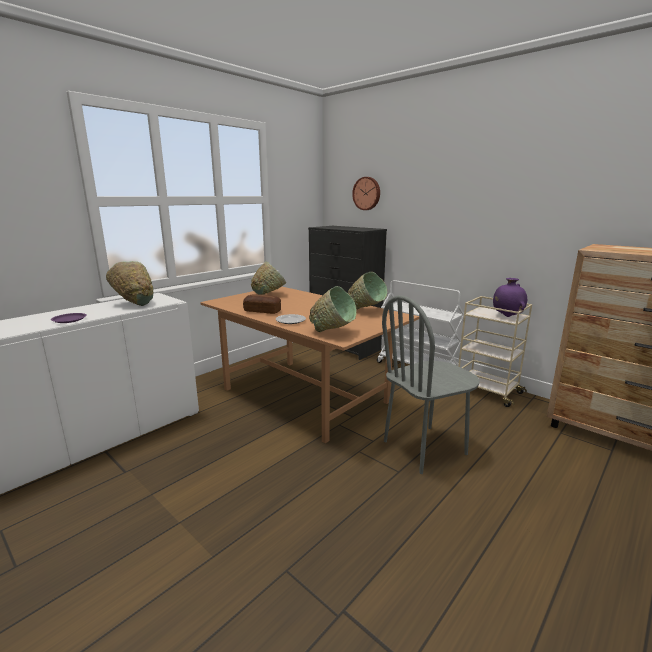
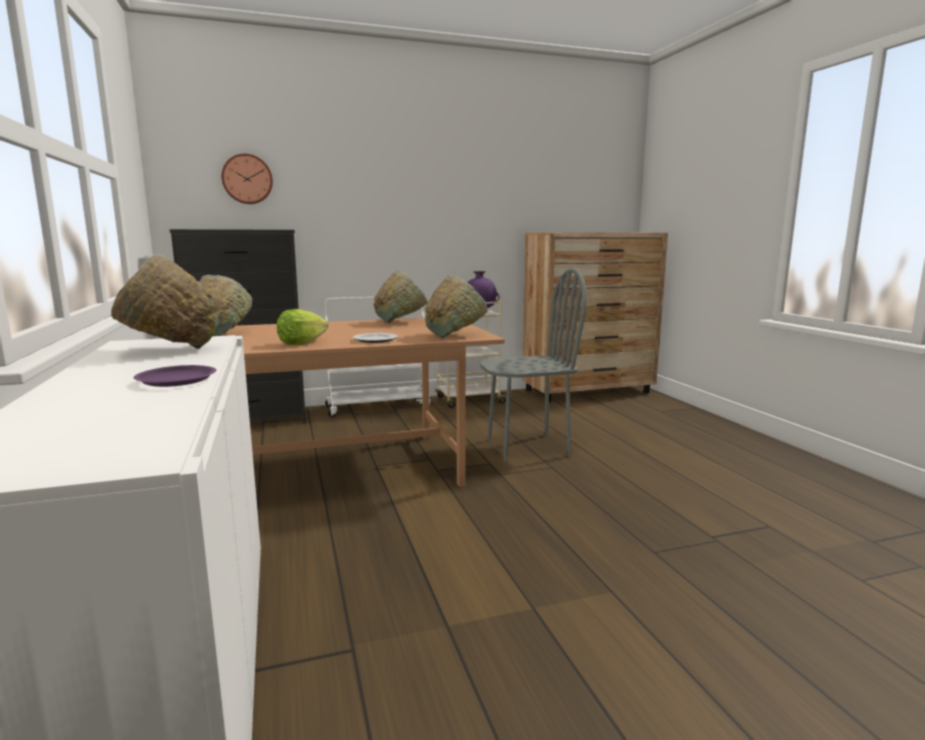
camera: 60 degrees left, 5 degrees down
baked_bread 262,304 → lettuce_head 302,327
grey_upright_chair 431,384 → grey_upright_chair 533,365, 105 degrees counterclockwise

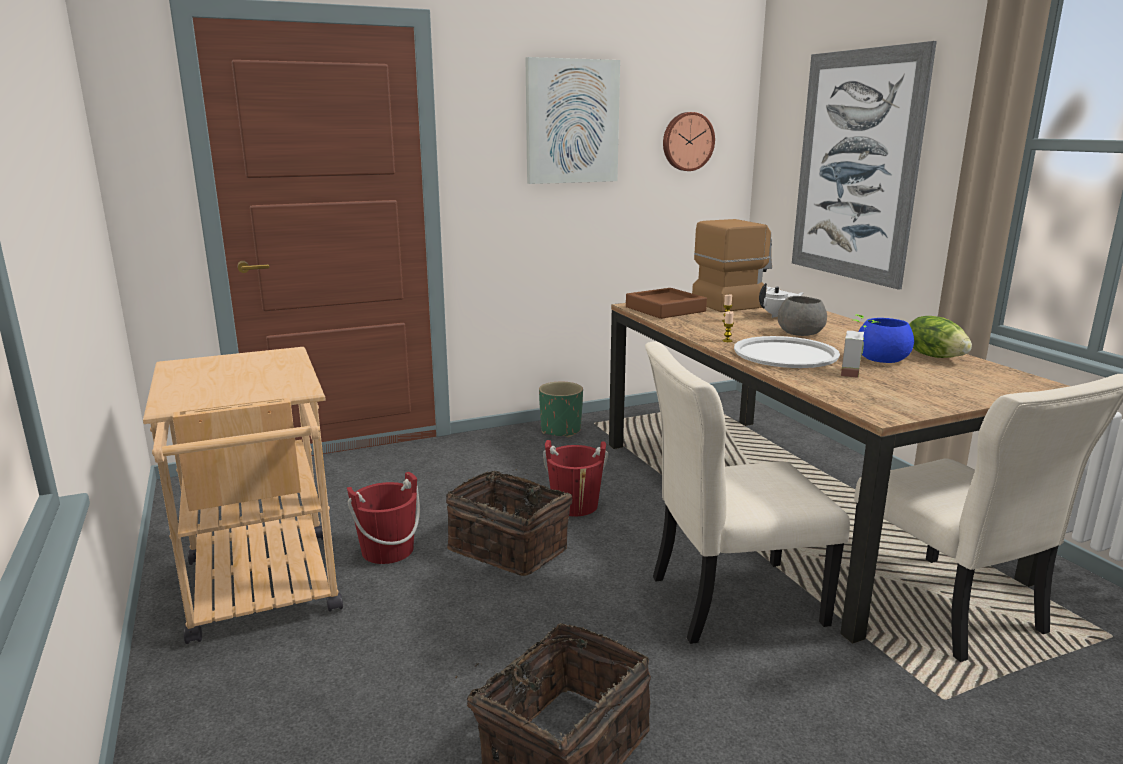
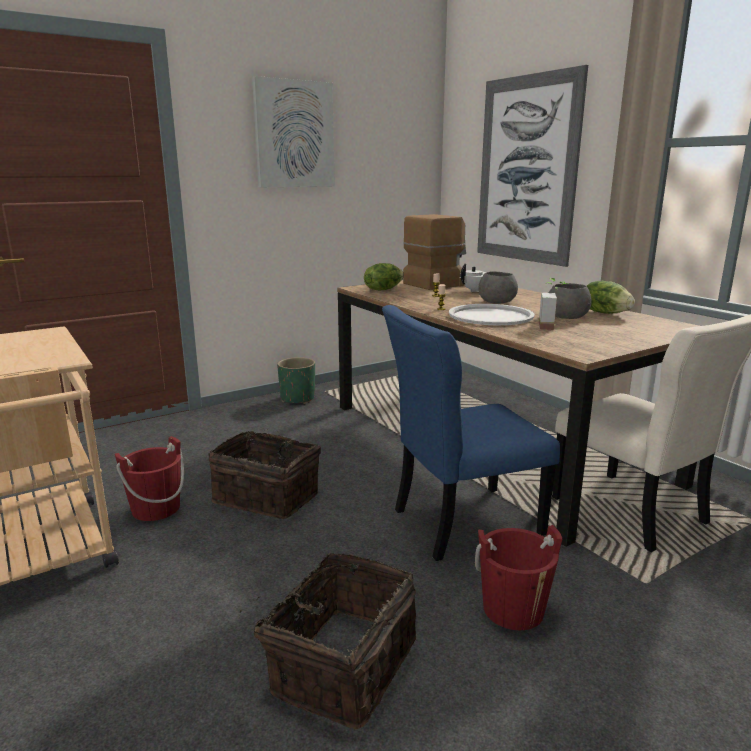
camera: 10 degrees left, 0 degrees up
brown-coloured_serving_tray 666,303 → lettuce_head 384,277
beige_upright_chair 747,492 → bluish_upright_chair 471,433
red_bucket 575,478 → red_bucket 518,577, moved
bluish_bowl 886,340 → grey_bowl 570,301
hanging_clock 689,141 → -

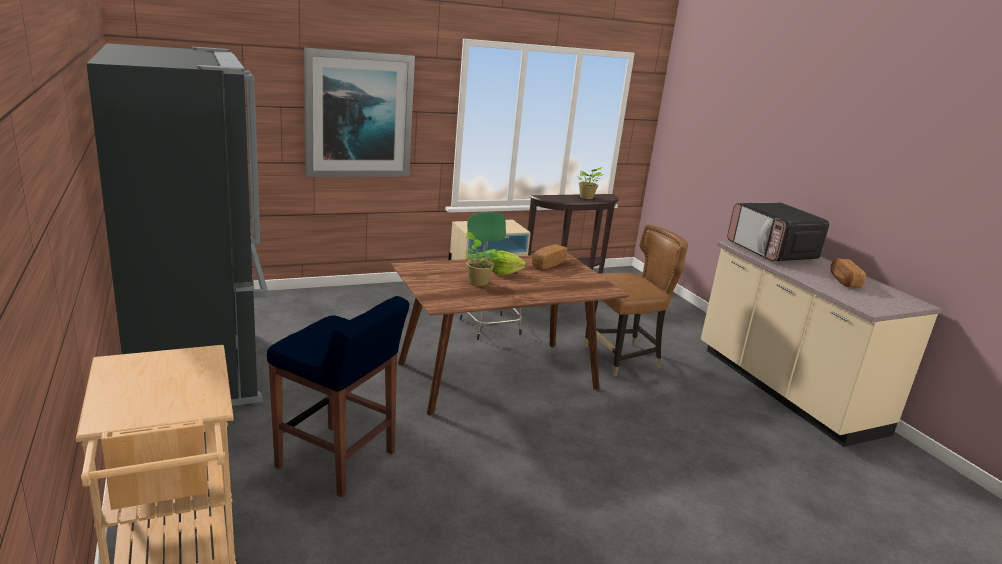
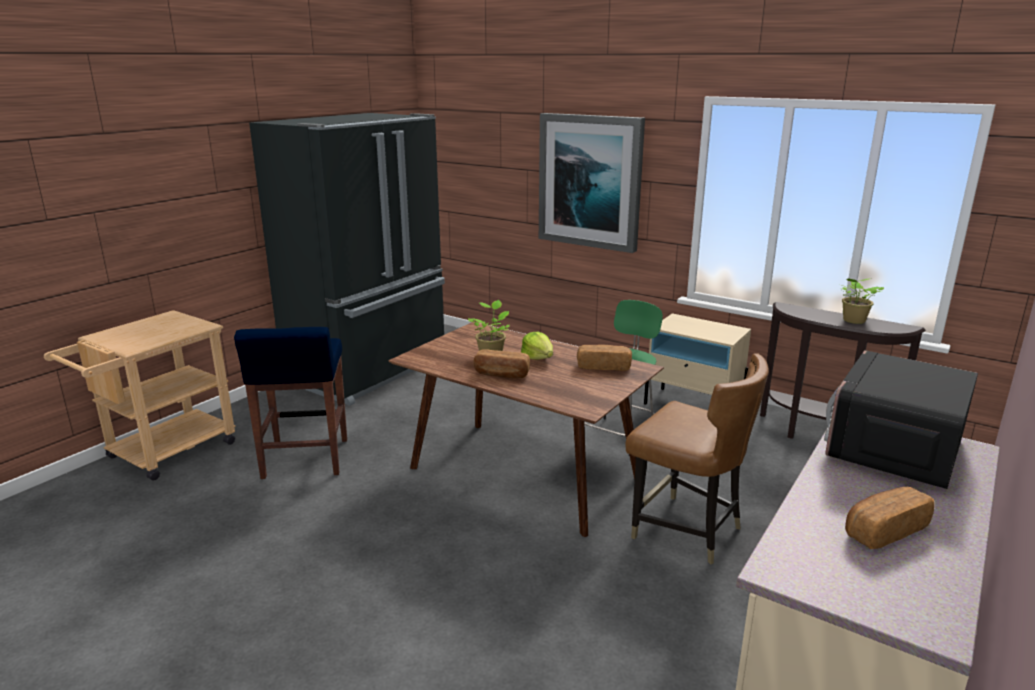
camera: 60 degrees right, 0 degrees up
- → baked_bread 501,363

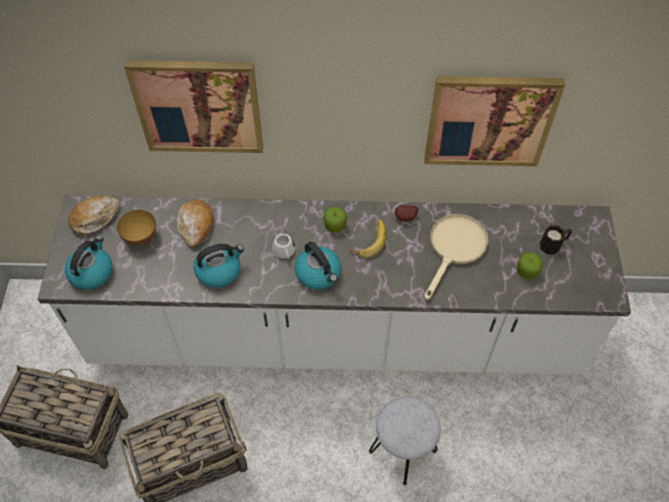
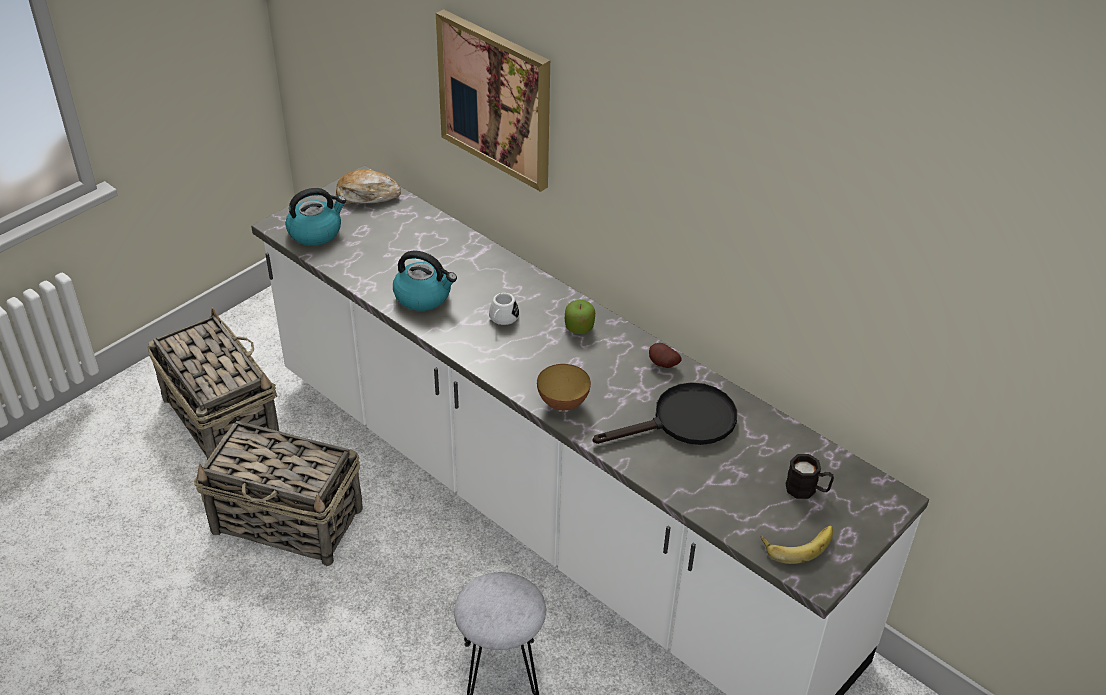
camera: 40 degrees right, 15 degrees down
bowl 136,227 → bowl 564,387, moved
beige_pan 456,257 → blackish_pan 665,413
whole_banana 368,239 → whole_banana 797,544, moved
baked_bread 195,223 → -
tea_kettle 318,266 → -
wall_art 494,121 → -
apple_fruit 529,266 → -

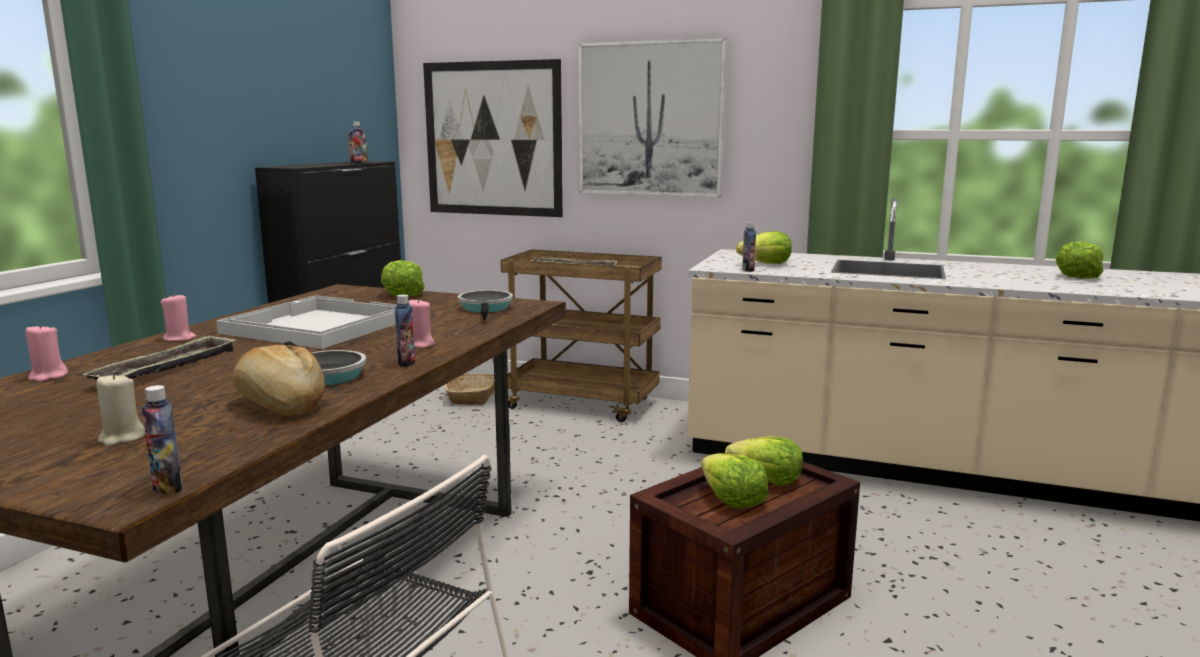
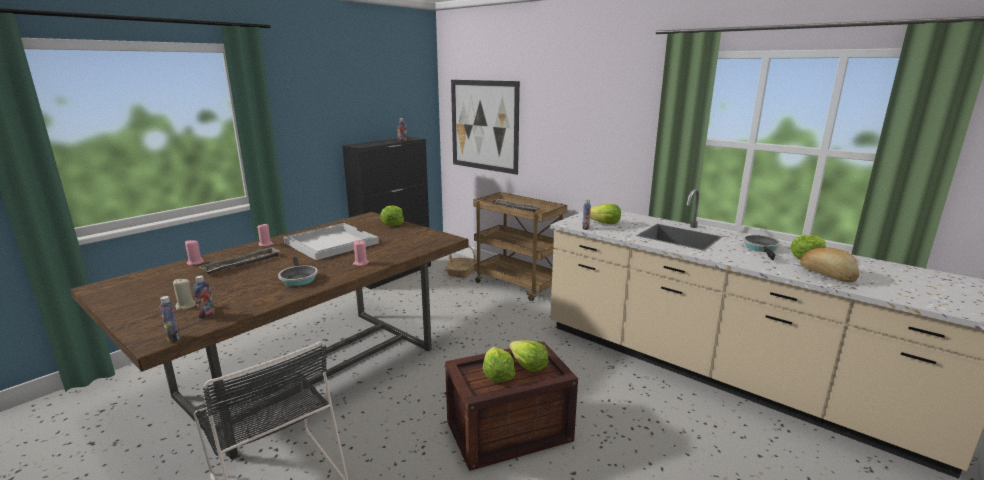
camera: 20 degrees right, 5 degrees up
bottle 405,331 → bottle 204,297, moved
pan 485,305 → pan 762,247, moved
baked_bread 278,380 → baked_bread 829,265, moved
wall_art 652,117 → -

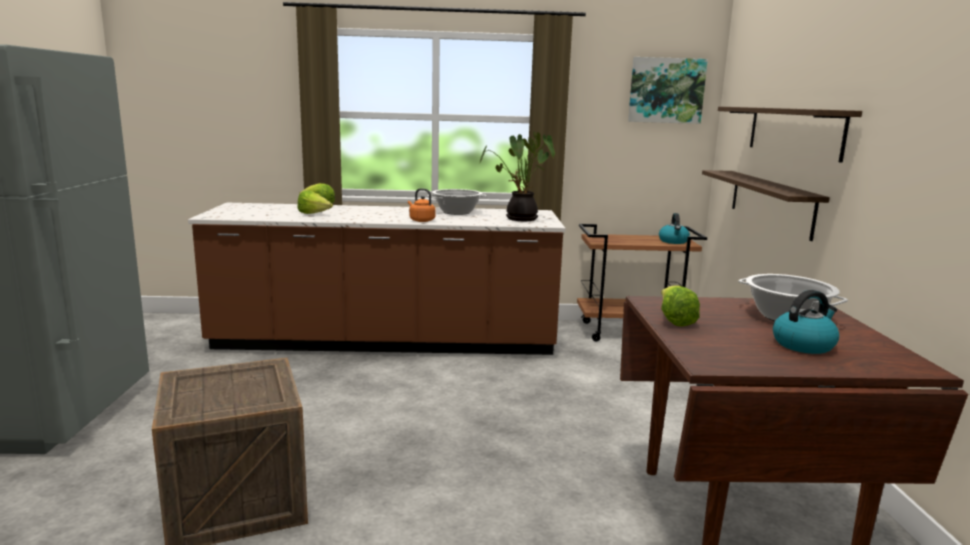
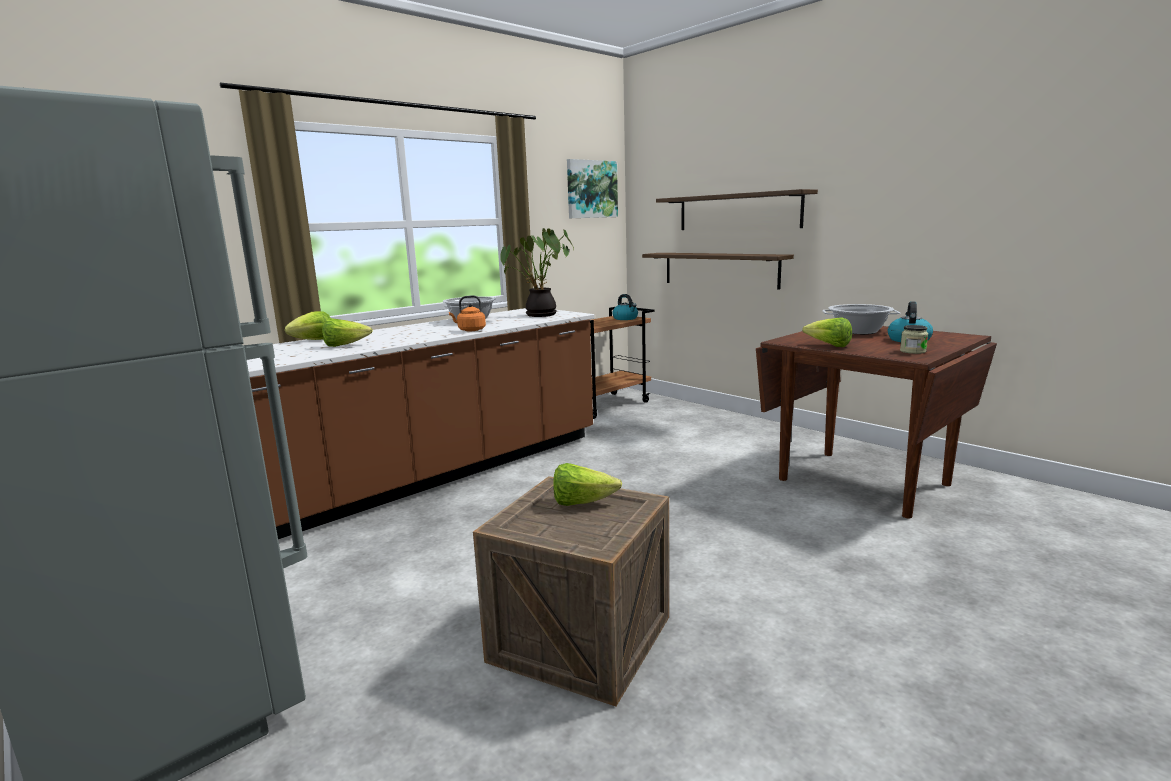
camera: 40 degrees left, 0 degrees up
- → lettuce_head 587,484
- → preserve_jar 914,339

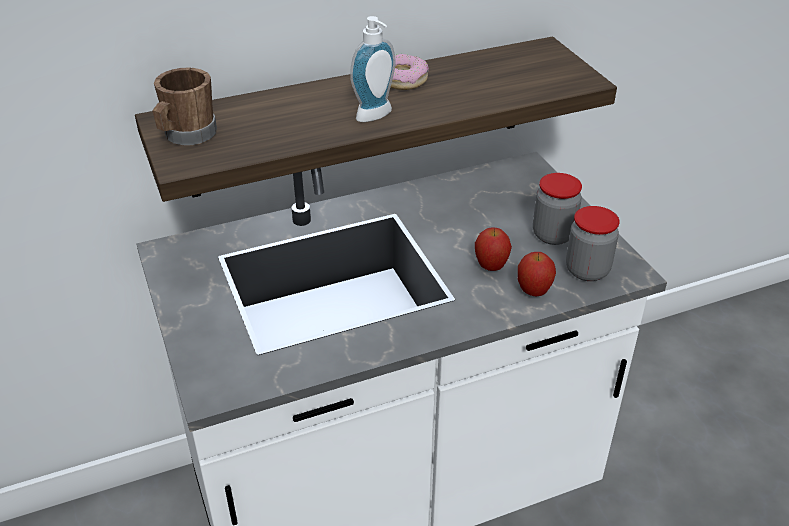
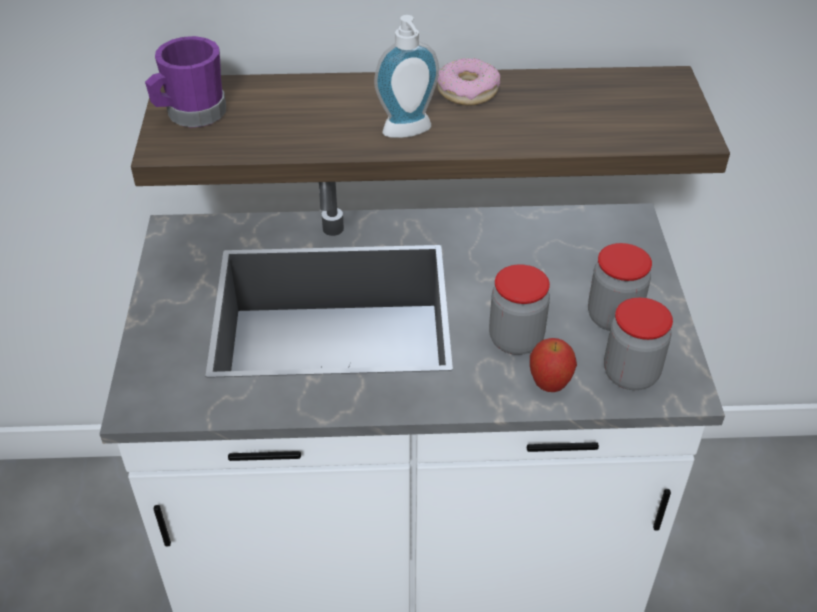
camera: 20 degrees right, 5 degrees up
brown-coloured_tea_mug 184,107 → purple-coloured_tea_mug 185,81
apple_fruit 493,249 → preserve_jar 519,309

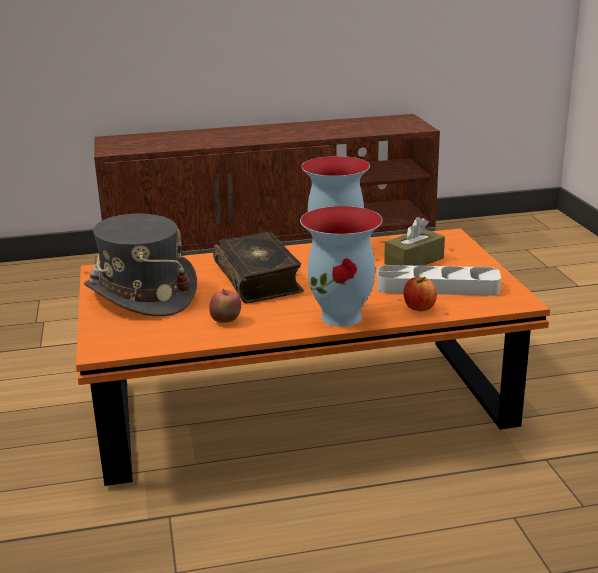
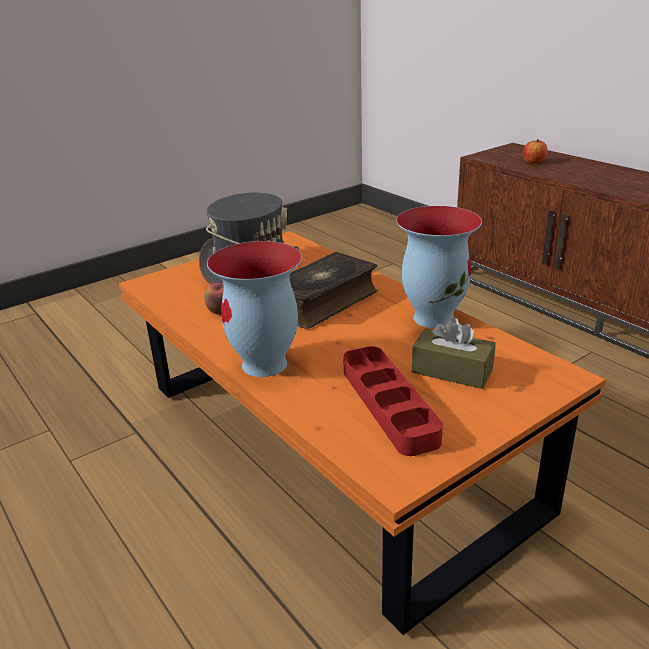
camera: 65 degrees right, 5 degrees up
grey_serving_tray 439,280 → red_serving_tray 393,401
apple_fruit 420,294 → apple_fruit 535,151, moved

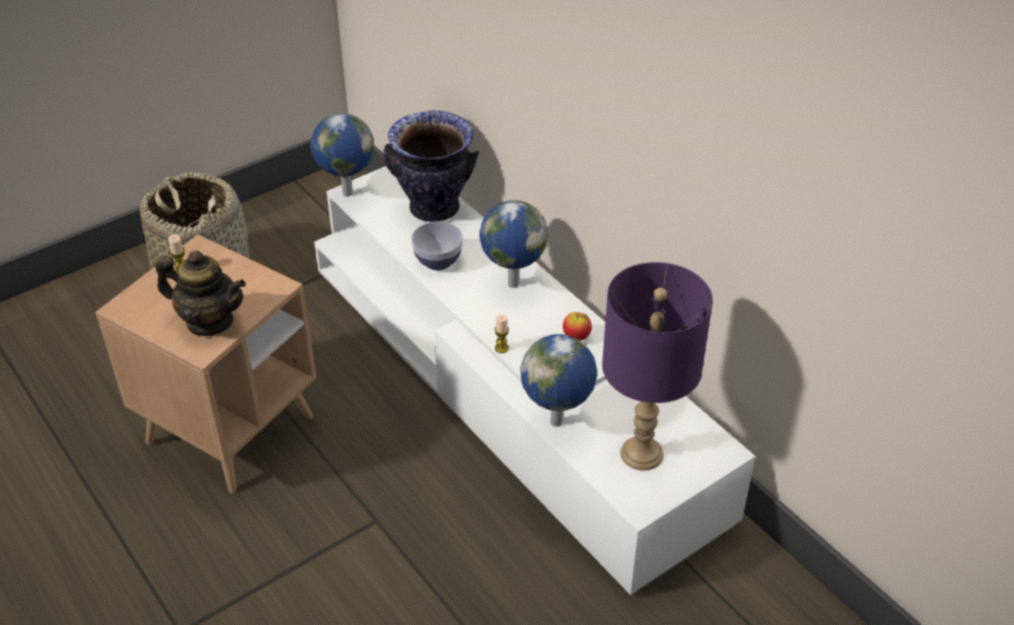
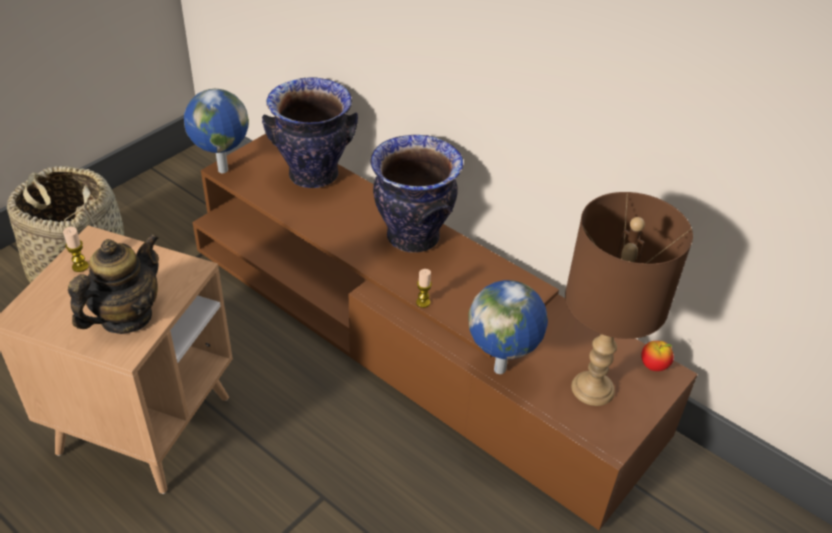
camera: 15 degrees left, 0 degrees up
tea_pot 200,293 → tea_pot 113,284, 60 degrees counterclockwise
white-coloured_media_console 535,380 → brown-coloured_media_console 445,332
globe 513,244 → decorative_vase 417,194
purple-coloured_table_lamp 657,366 → brown-coloured_table_lamp 629,299
apple_fruit 577,326 → apple_fruit 657,356, moved
bowl 437,246 → -

